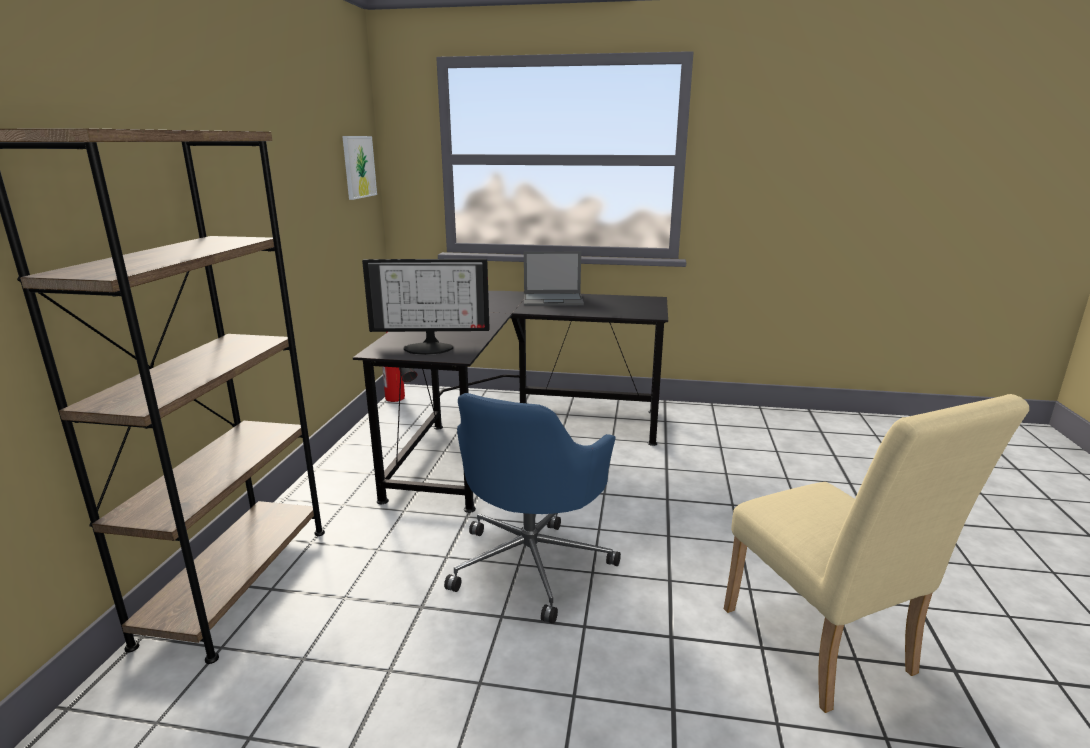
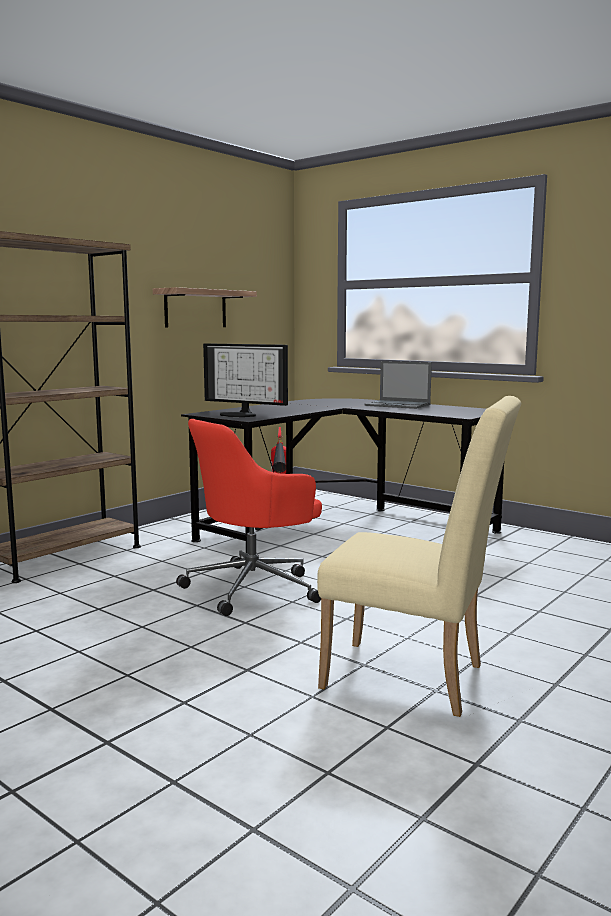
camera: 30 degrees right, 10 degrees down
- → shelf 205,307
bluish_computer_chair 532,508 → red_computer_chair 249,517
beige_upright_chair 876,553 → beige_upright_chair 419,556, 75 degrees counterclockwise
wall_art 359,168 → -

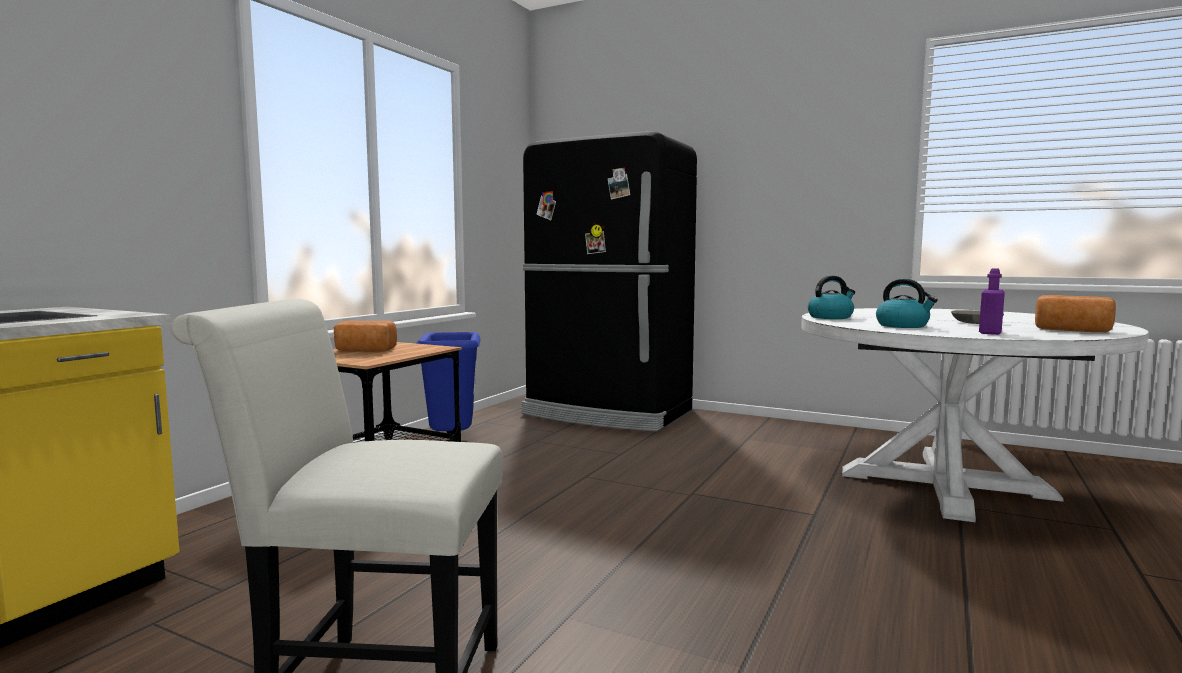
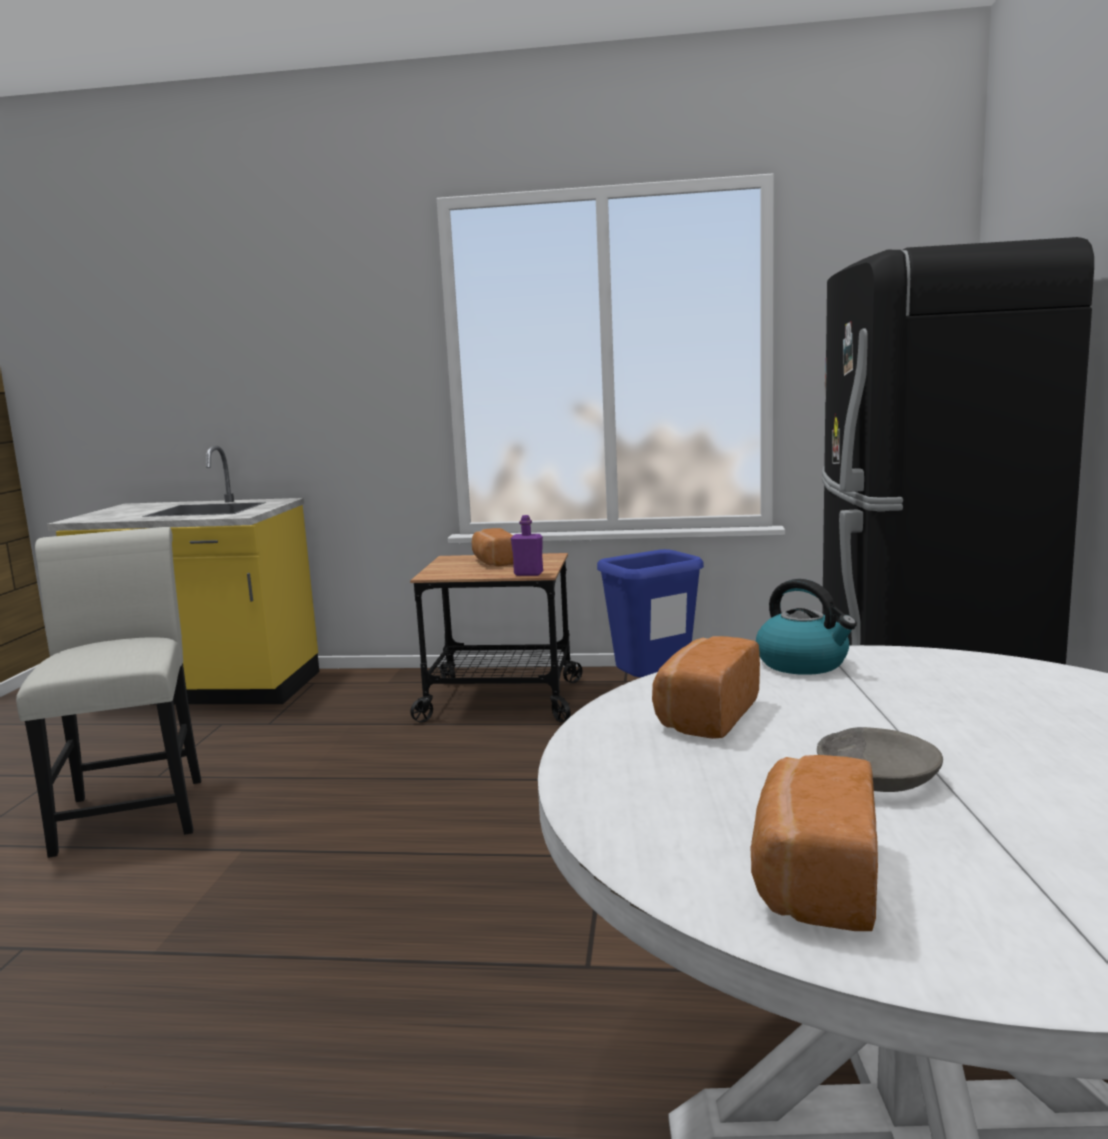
camera: 70 degrees right, 5 degrees up
purple-coloured_bottle 992,301 → purple-coloured_bottle 527,545, moved
tea_kettle 907,303 → baked_bread 706,687

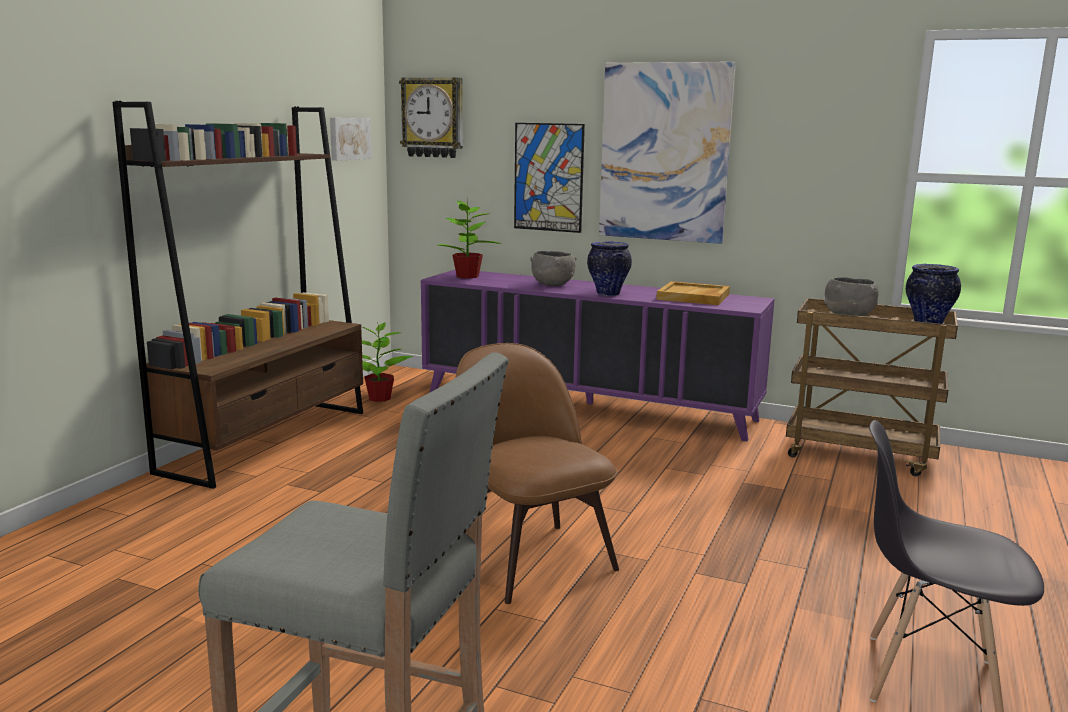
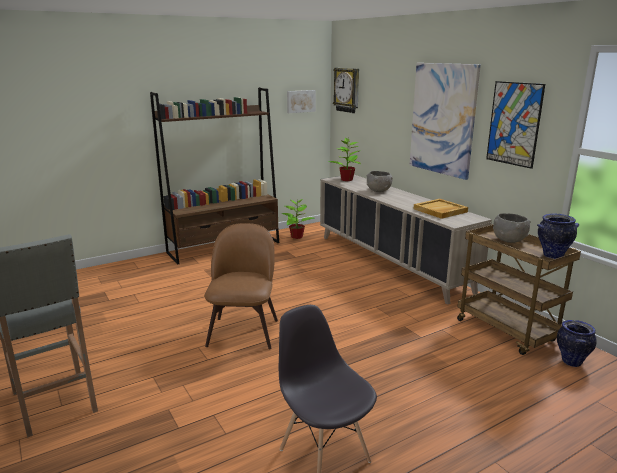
camera: 35 degrees right, 5 degrees up
purple-coloured_cabinet 598,355 → beige_cabinet 406,240
wall_art 549,178 → wall_art 515,125, moved
decorative_vase 609,268 → decorative_vase 577,343, moved

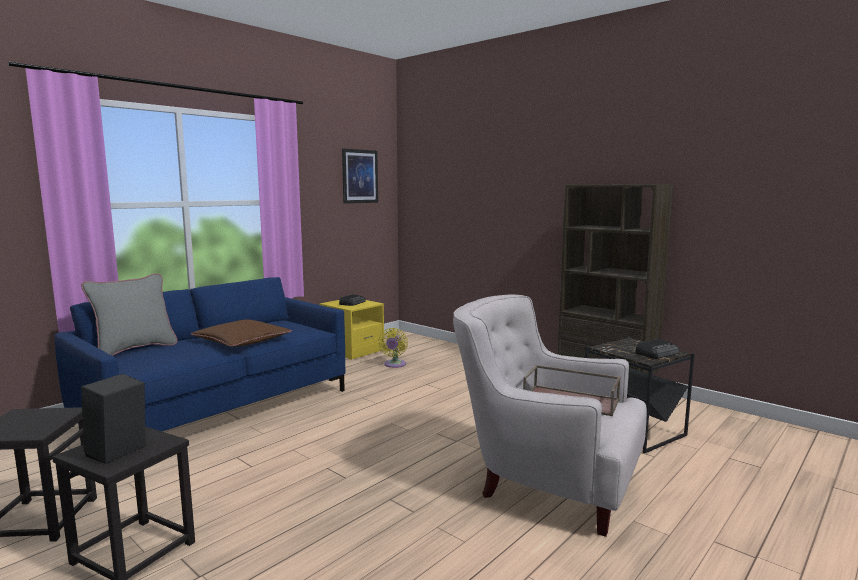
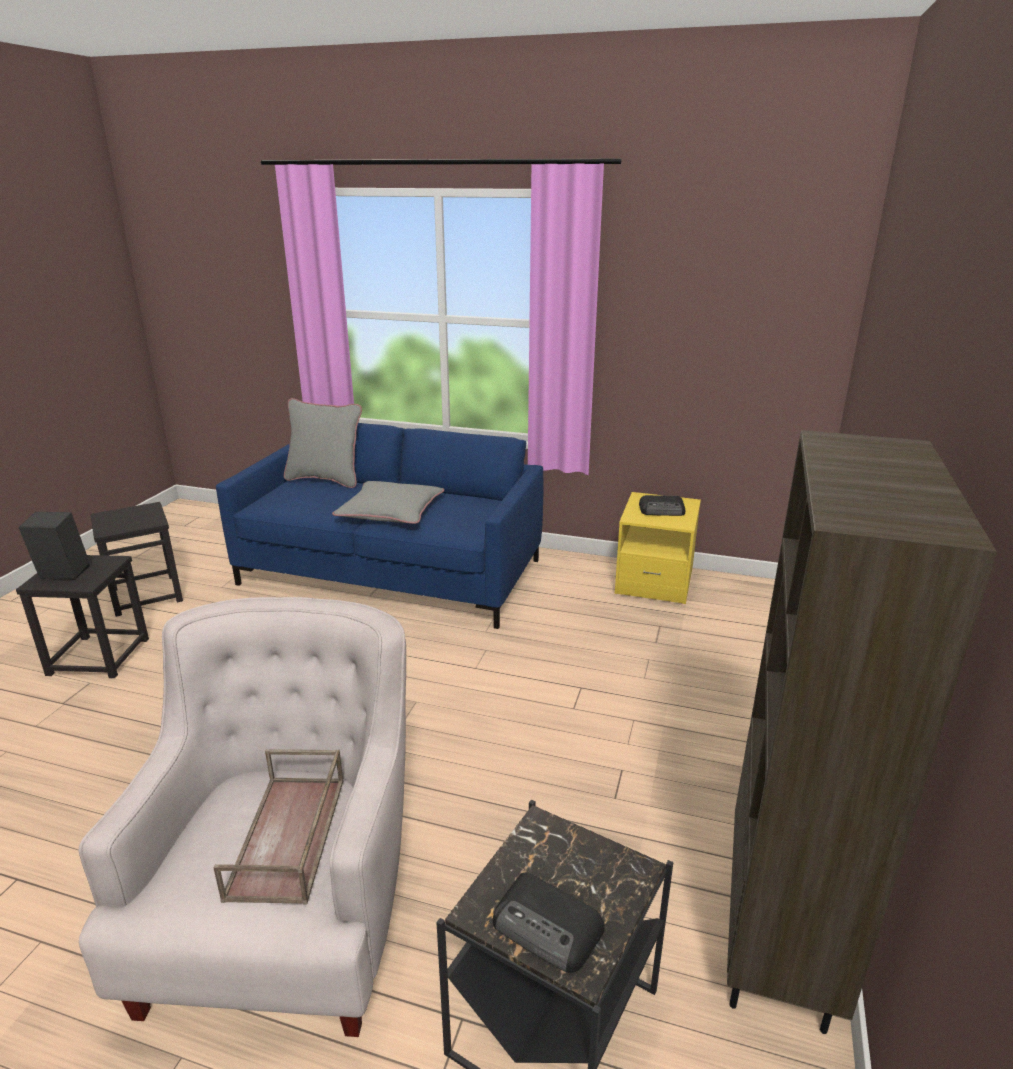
camera: 65 degrees right, 15 degrees up
brown-coloured_pillow 241,333 → grey_pillow 388,502
wall_art 360,176 → -
yellowish_fan 393,348 → -

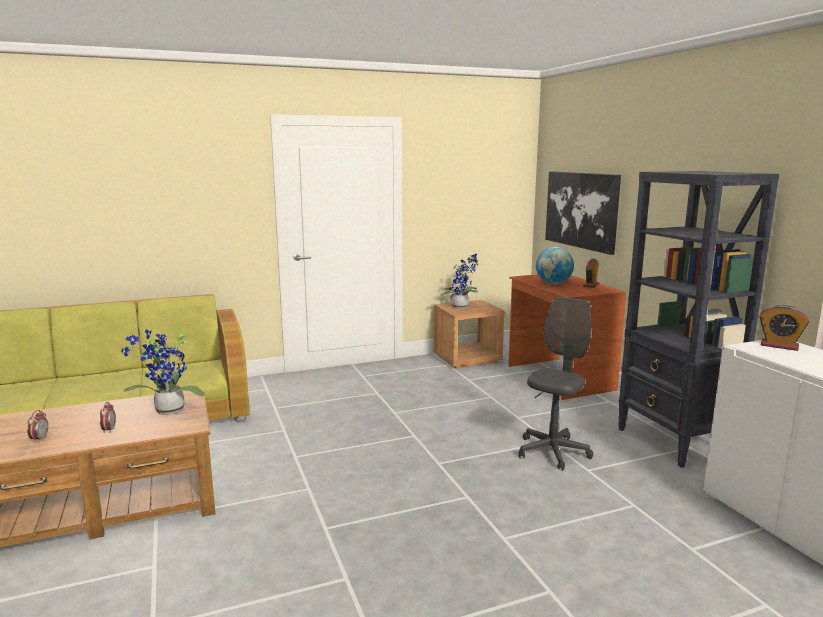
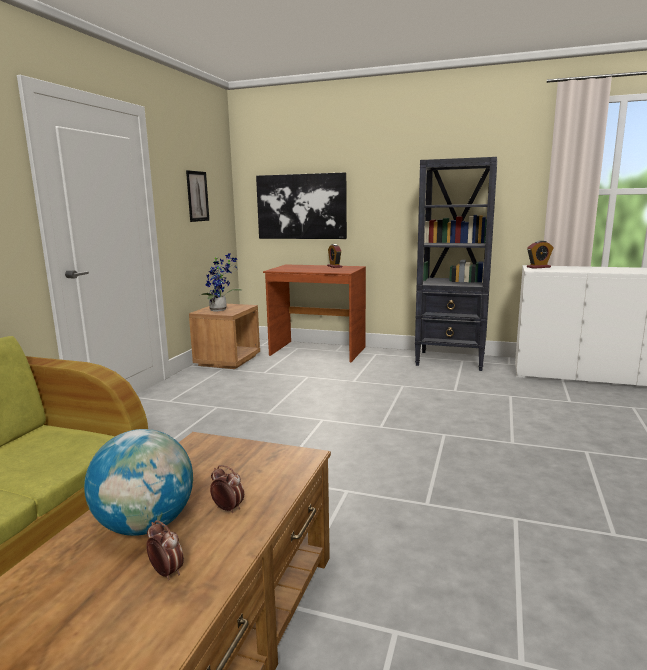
camera: 50 degrees left, 0 degrees up
globe 555,265 → globe 138,482, moved
- → wall_art 197,196
houseplant 163,372 → -
grey_computer_chair 556,383 → -

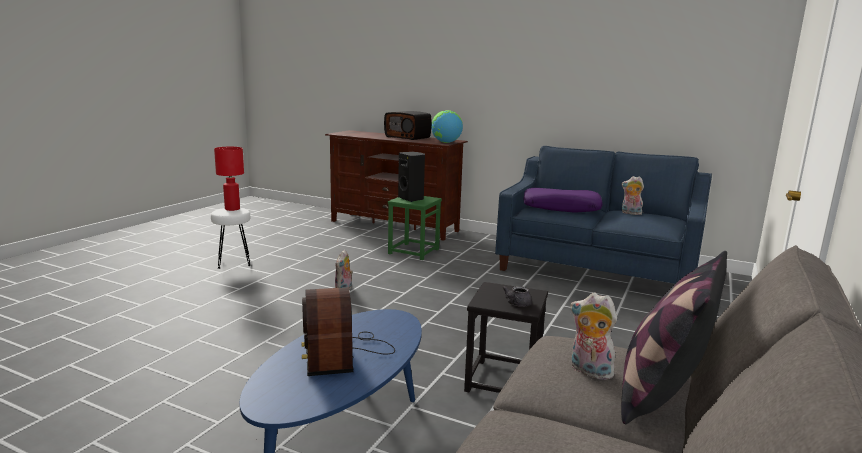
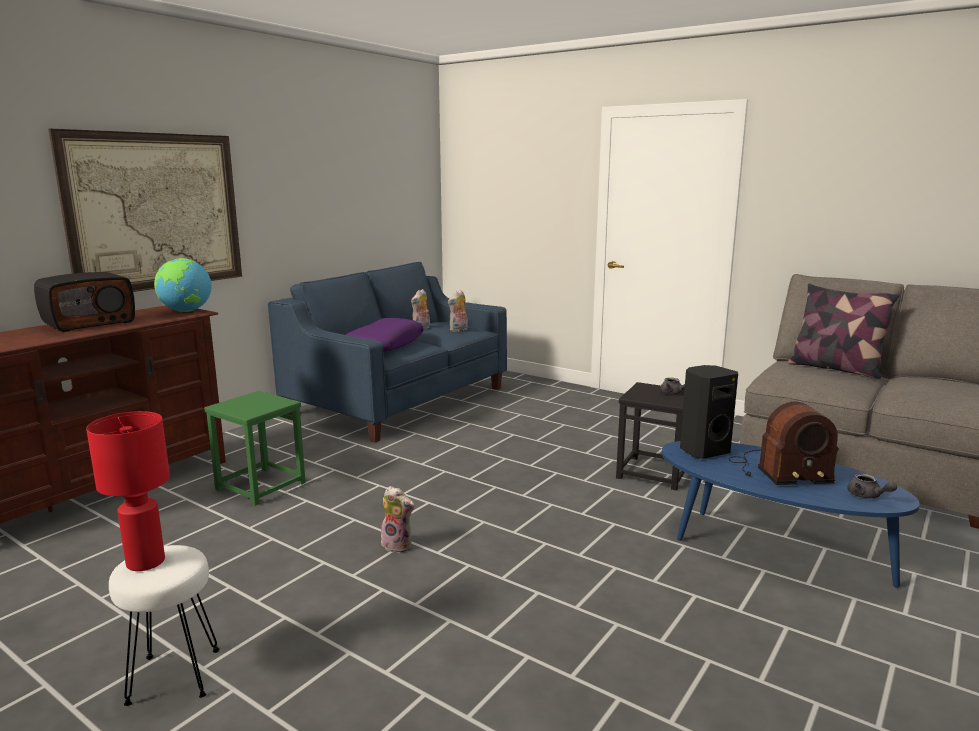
camera: 80 degrees left, 0 degrees up
- → wall_art 145,210
cuddly_toy 593,336 → cuddly_toy 458,311, moved
blackish_speaker 411,177 → blackish_speaker 709,412, moved
- → grey_tea_pot 872,486

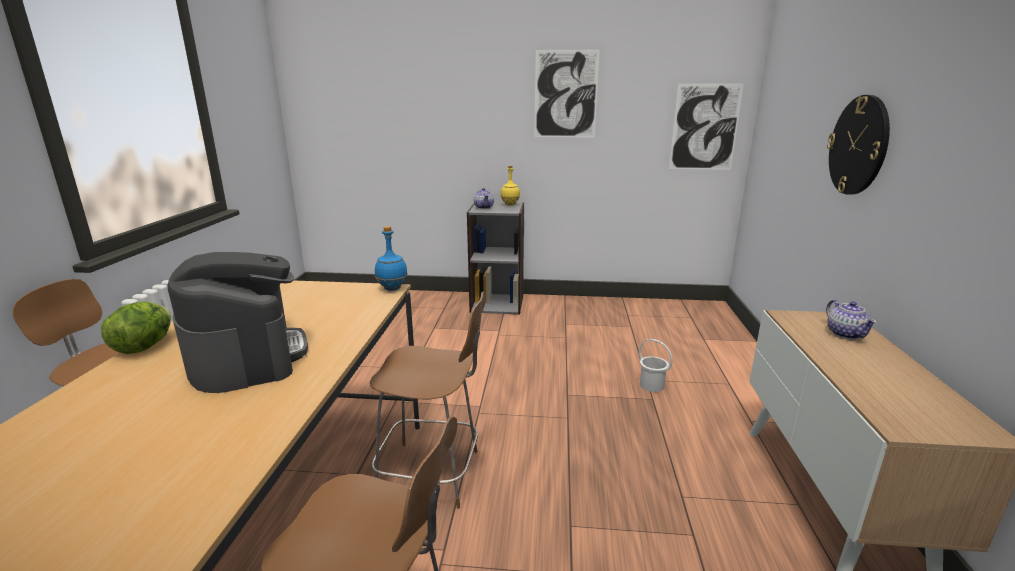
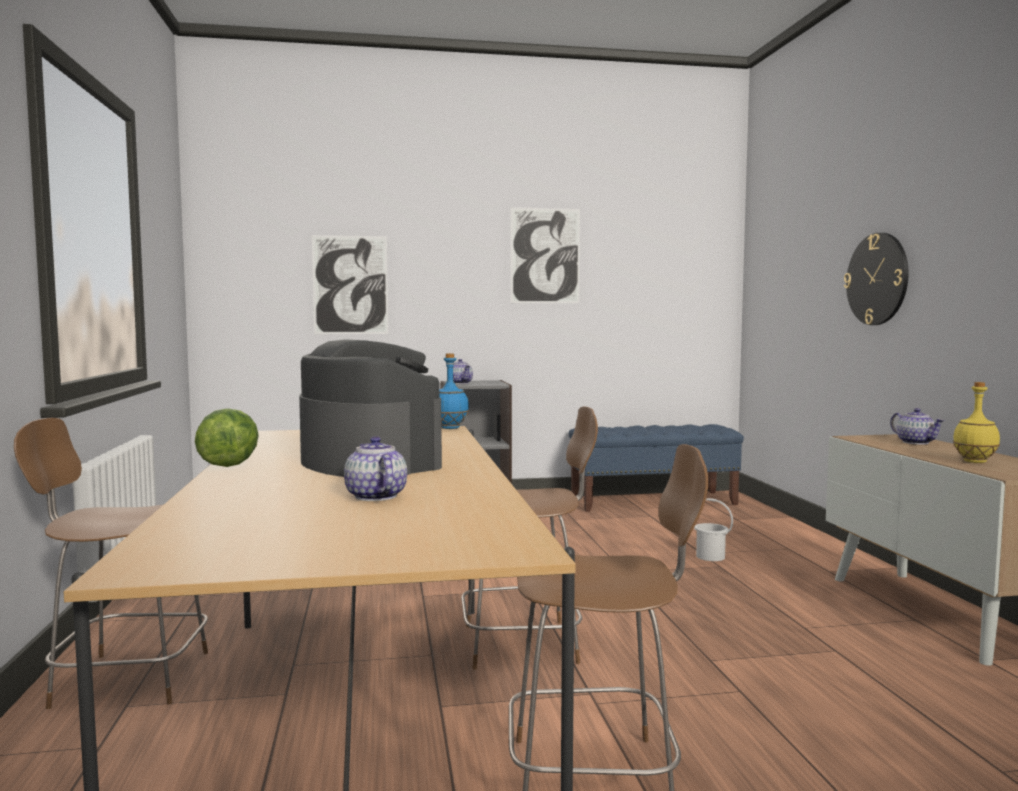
camera: 15 degrees left, 15 degrees down
wall_art 706,126 → wall_art 350,284, moved
- → tea_pot 375,468
- → bluish_indoor_bench 656,468
yellowish_bottle 510,186 → yellowish_bottle 976,422, moved

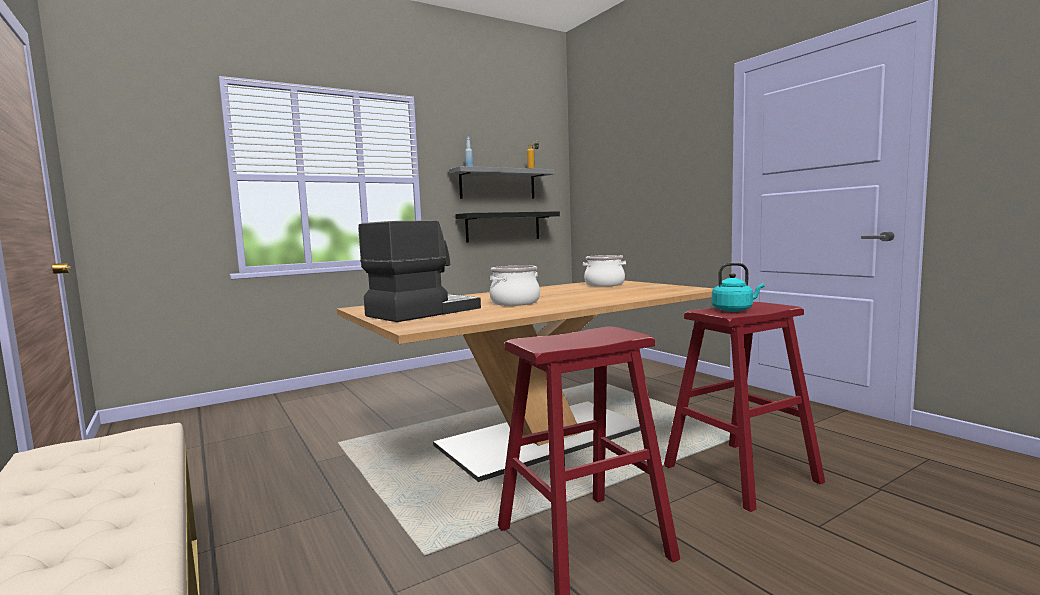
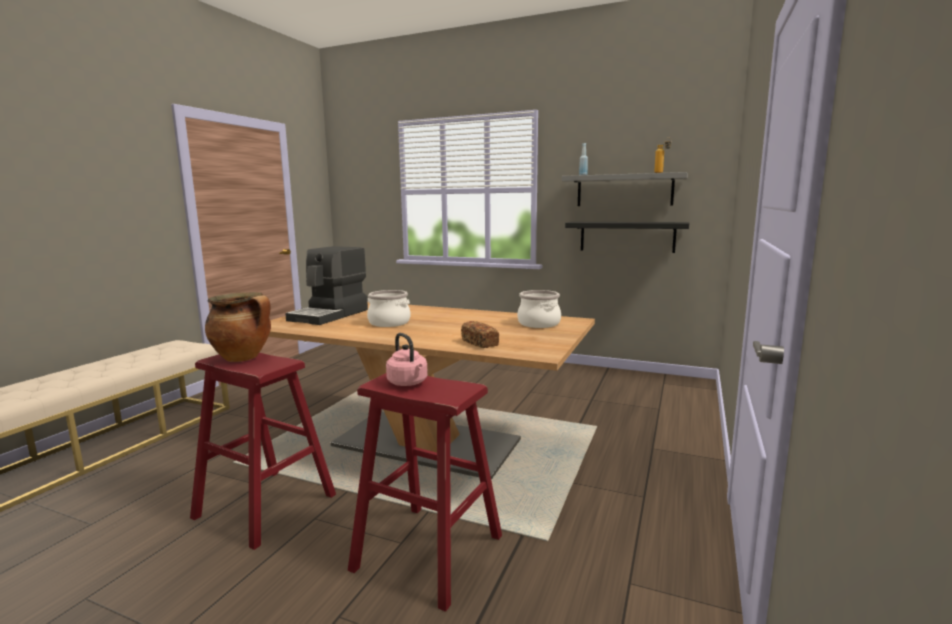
camera: 55 degrees right, 5 degrees up
- → cooking_pot 238,327
coffee_machine 419,271 → coffee_machine 326,285, 105 degrees clockwise
turquoise_tea_kettle 738,287 → pink_tea_kettle 407,359
- → baked_bread 480,334

